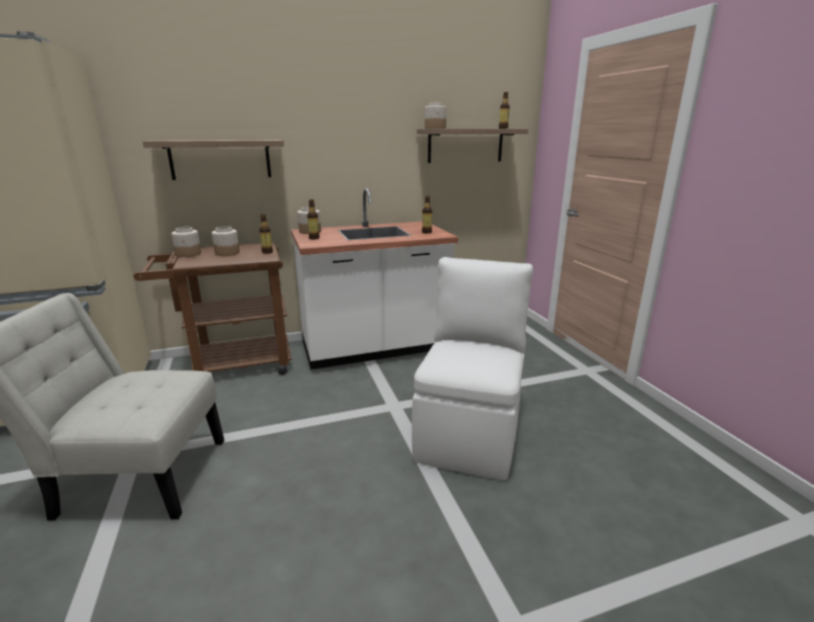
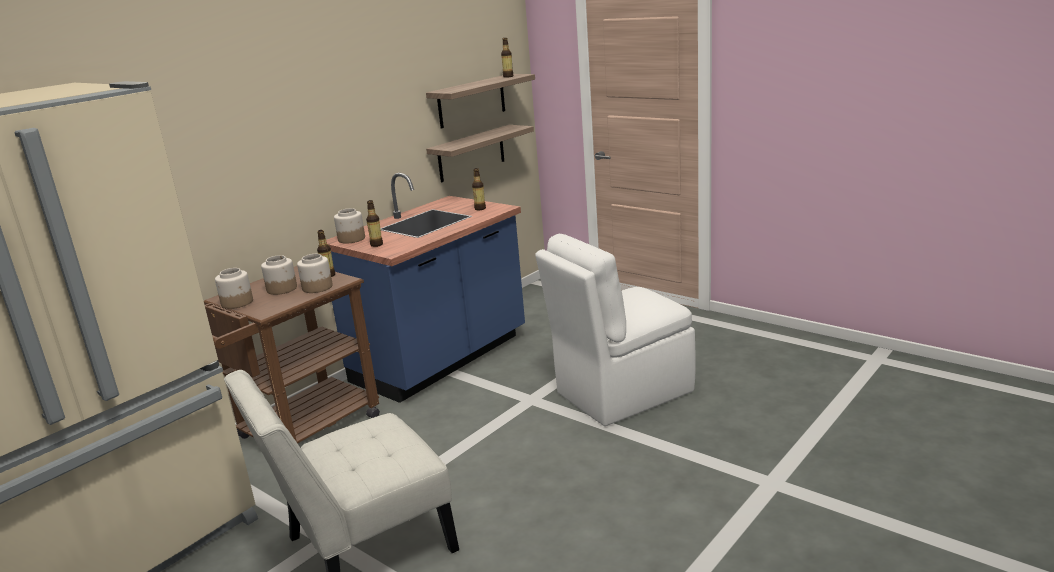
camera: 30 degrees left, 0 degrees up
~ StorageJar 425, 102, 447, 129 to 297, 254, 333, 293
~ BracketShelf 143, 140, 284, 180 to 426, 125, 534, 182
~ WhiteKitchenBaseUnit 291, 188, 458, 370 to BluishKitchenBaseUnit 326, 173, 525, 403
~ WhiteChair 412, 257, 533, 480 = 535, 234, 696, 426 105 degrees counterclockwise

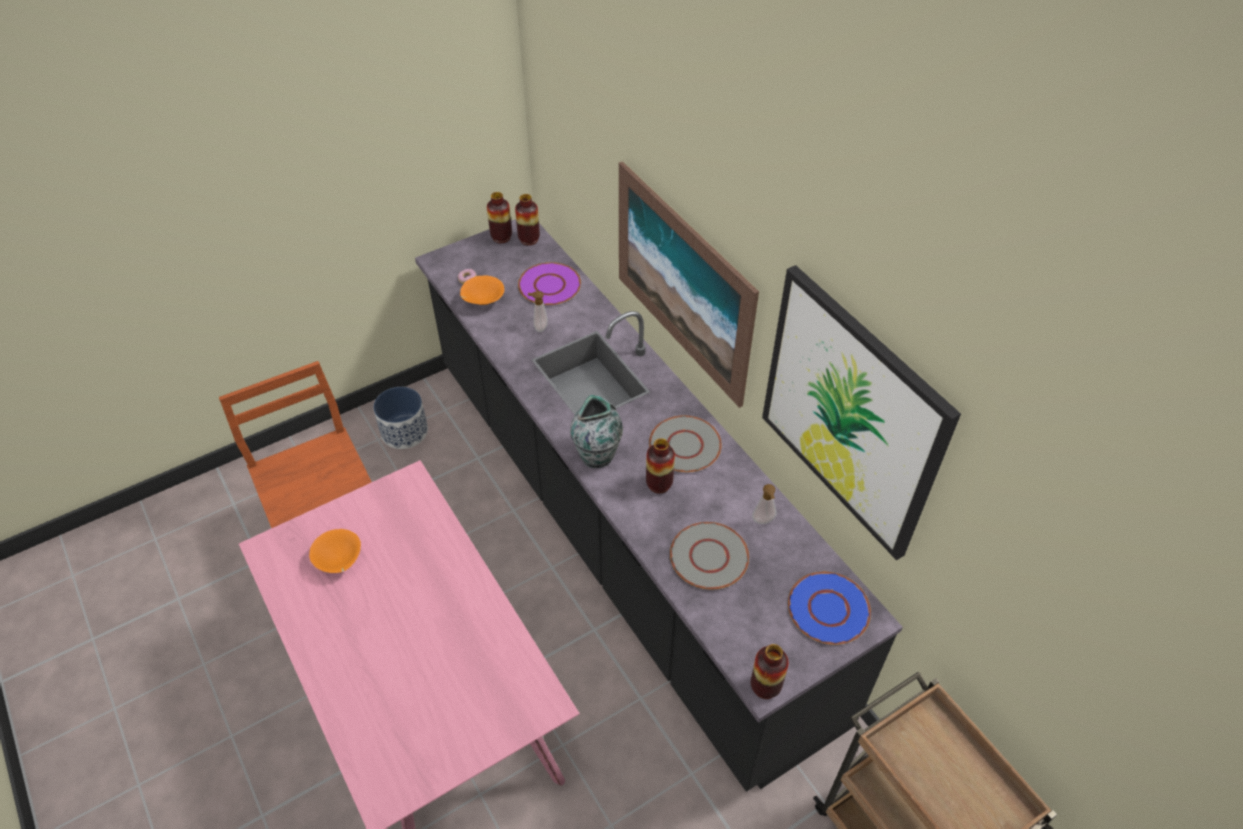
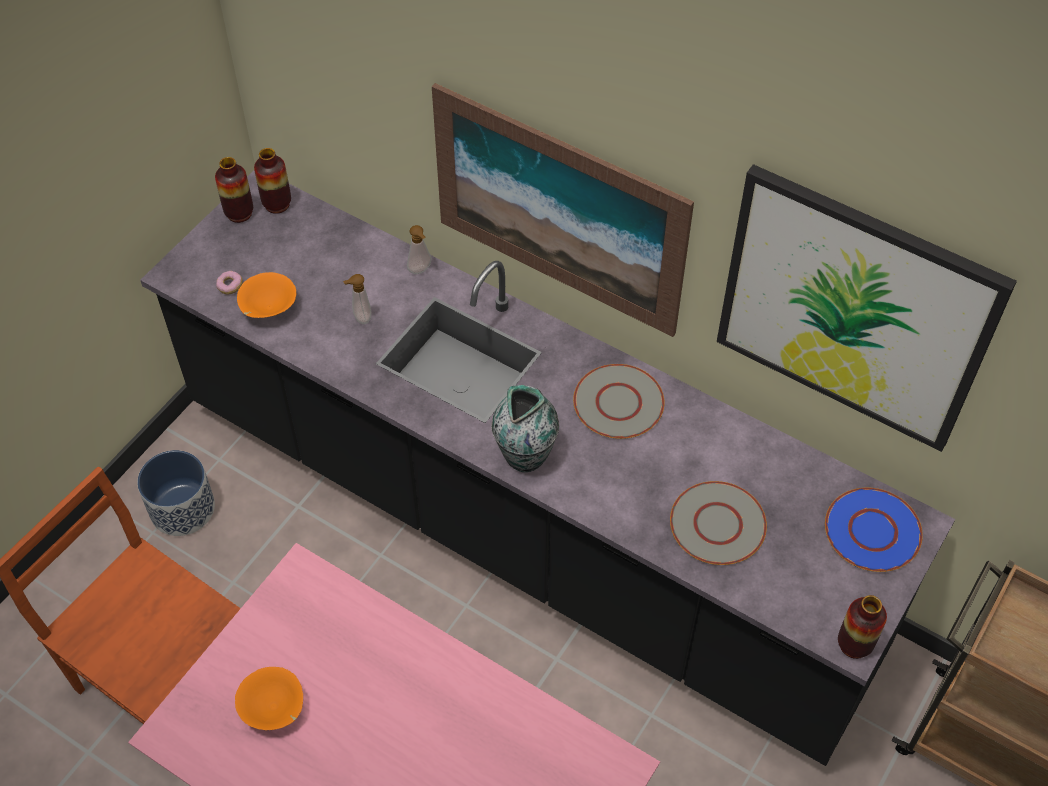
camera: 25 degrees left, 5 degrees up
- PurpleFlatDish 518, 262, 581, 305
- FlowerVase 646, 439, 675, 494
~ SoapDispenser 752, 484, 776, 524 to 407, 225, 432, 274

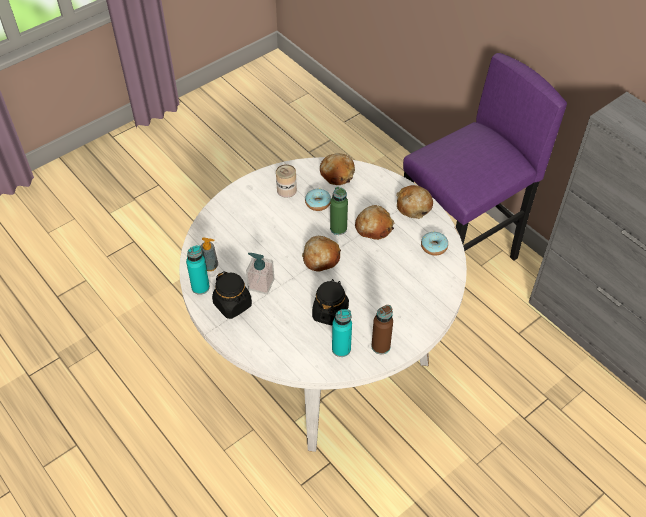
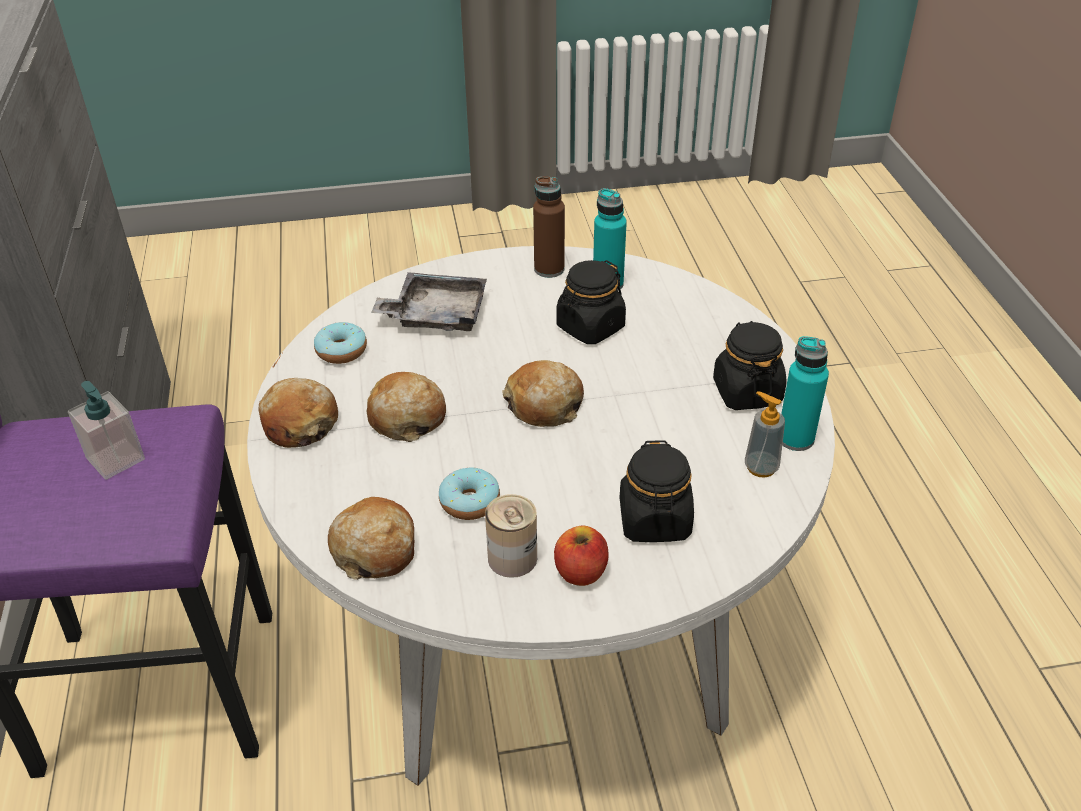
camera: 150 degrees left, 10 degrees down
- GreenishDrinkBottle 330, 187, 348, 235
~ SoapDispenser 246, 253, 274, 295 to 68, 381, 145, 480
+ GreyServingTray 371, 272, 487, 331
+ BlackishStorageJar 620, 440, 694, 542
+ WholeApple 554, 526, 609, 586

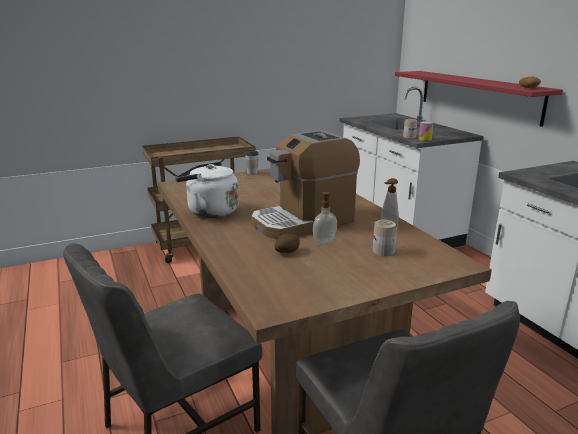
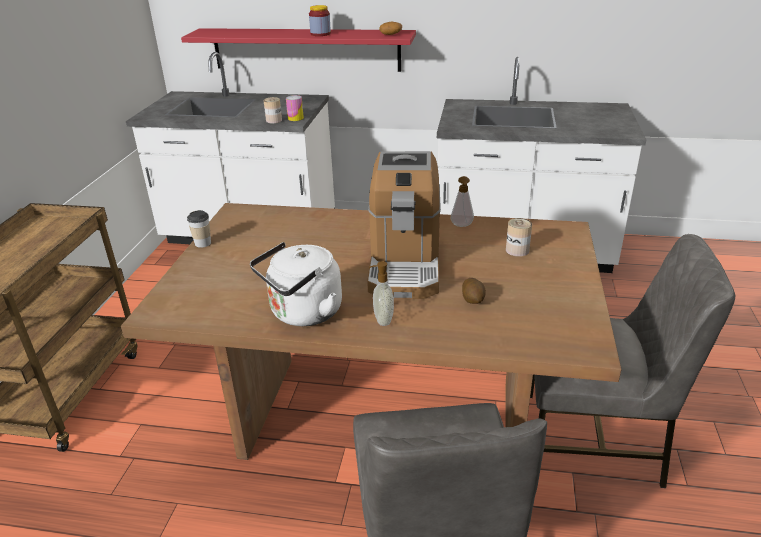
camera: 55 degrees left, 10 degrees up
~ SoapDispenser 313, 192, 337, 244 to 369, 261, 394, 326
+ StorageJar 309, 5, 331, 36

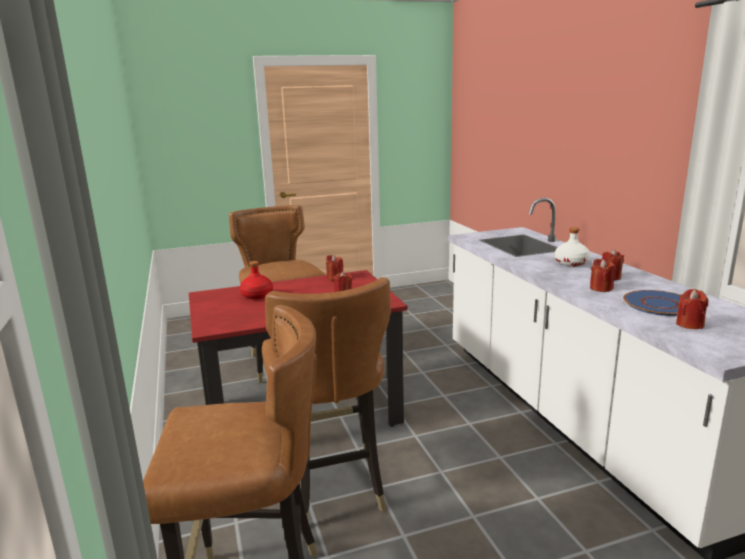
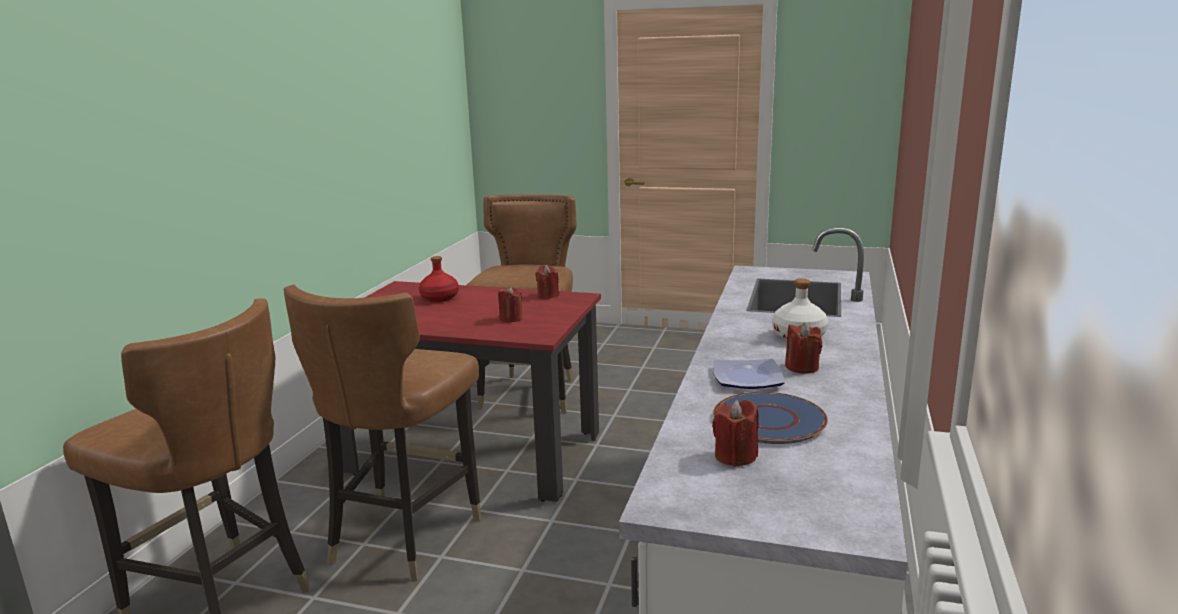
camera: 35 degrees right, 0 degrees up
~ ReddishCandle 590, 259, 615, 292 to FlatDish 713, 359, 785, 389

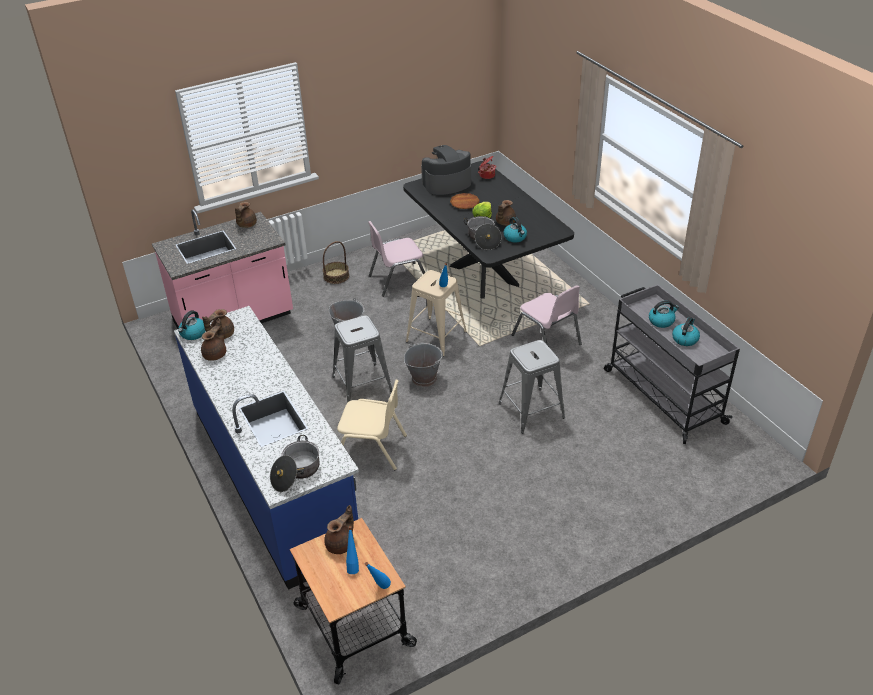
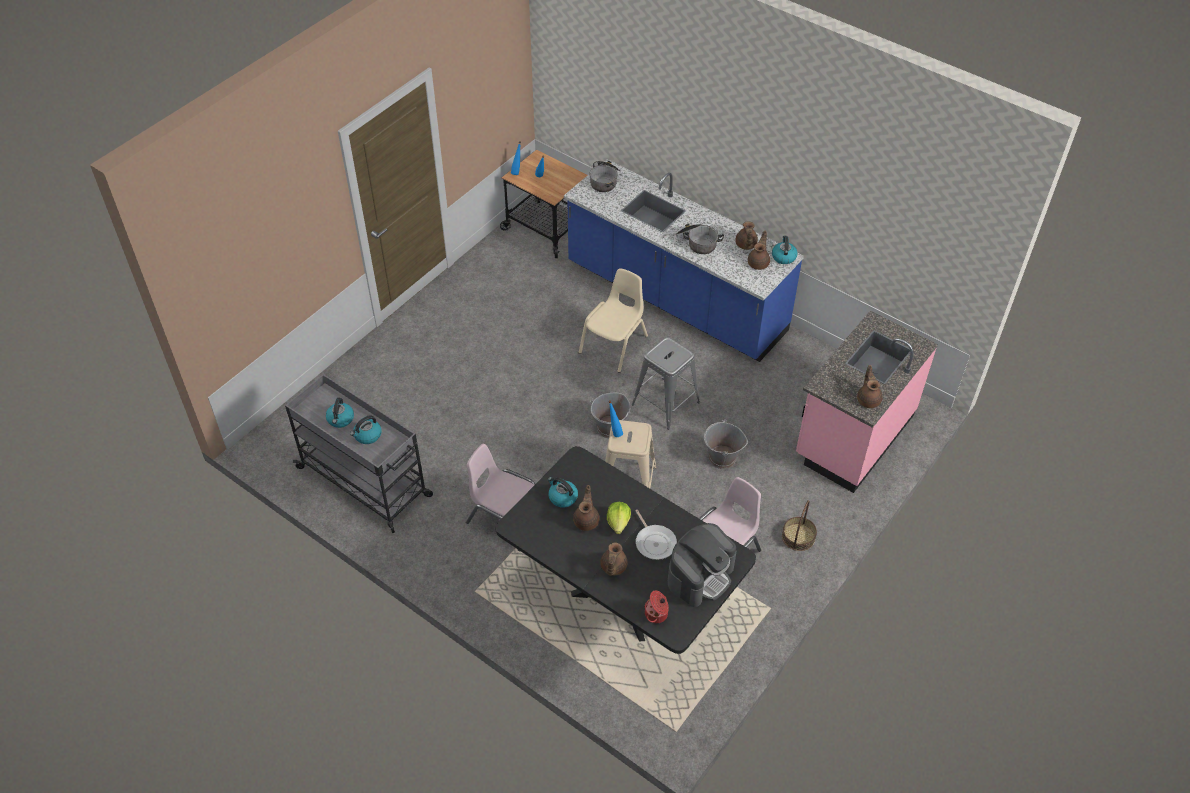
camera: 155 degrees right, 10 degrees up
~ BrownColouredFlatDish 450, 193, 480, 209 to Skillet 636, 510, 677, 560
~ Stockpot 464, 216, 501, 250 to 676, 224, 724, 254
- GreyStoolSeat 498, 340, 565, 434
~ SandColouredChair 337, 380, 407, 470 = 579, 268, 648, 373 135 degrees clockwise
~ BrownColouredTeapot 324, 505, 354, 554 to 600, 542, 628, 576

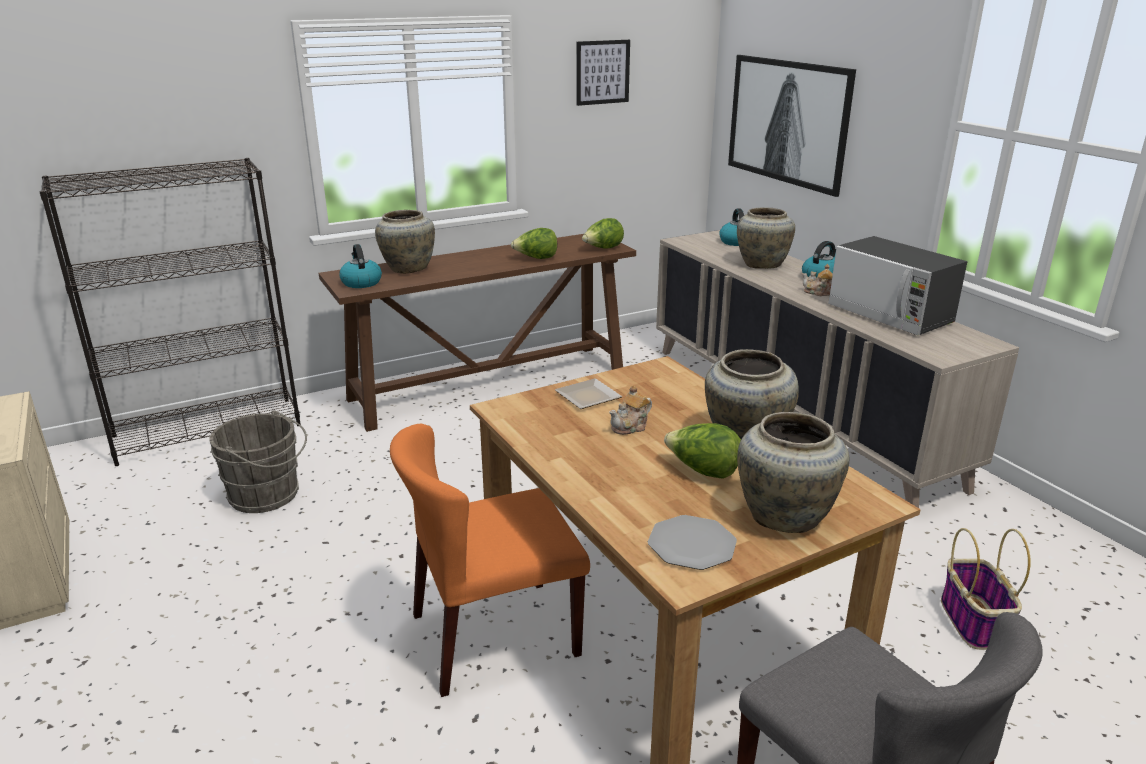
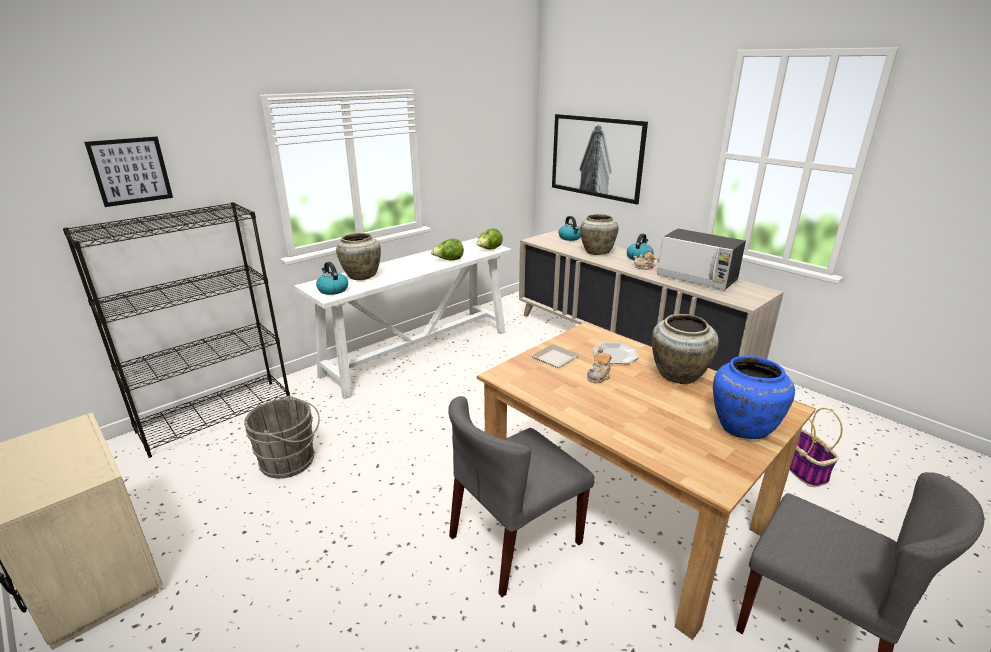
camera: 15 degrees left, 0 degrees up
~ Picture 576, 40, 630, 106 to 84, 137, 173, 207
~ BrownColouredConsoleTable 319, 234, 636, 432 to WhiteConsoleTable 294, 238, 512, 399
~ SandColouredFlowerVase 737, 412, 849, 533 to BluishFlowerVase 713, 356, 795, 439
- Lettuce 664, 423, 741, 479
~ OrangeyChair 390, 424, 590, 697 to GreyChair 448, 396, 595, 597
~ FlatDish 648, 515, 737, 570 to 593, 342, 639, 364

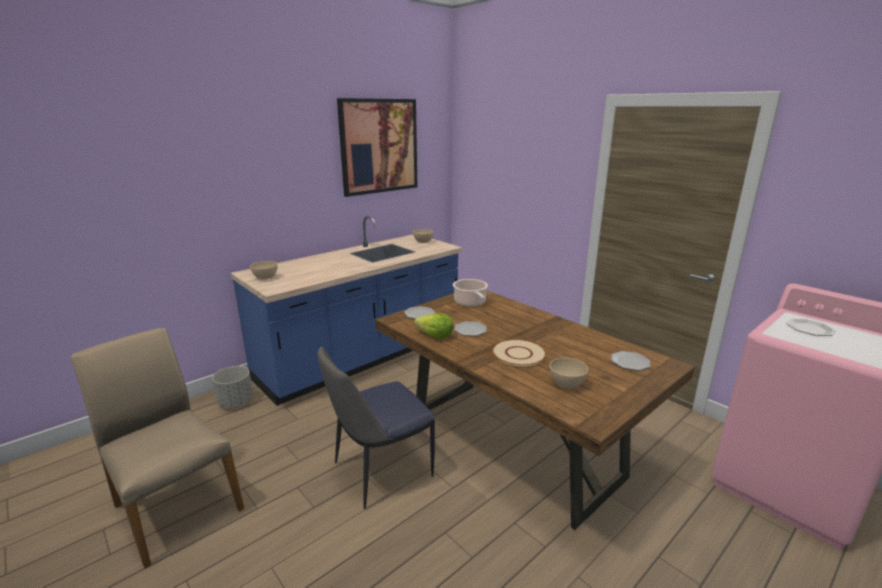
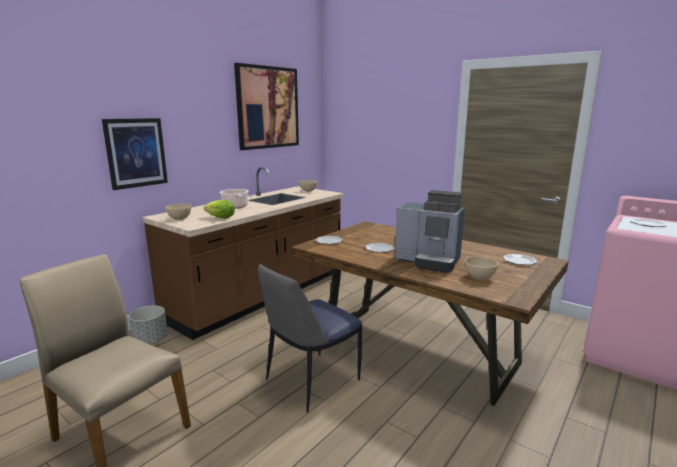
camera: 10 degrees left, 5 degrees down
~ BluishKitchenBaseUnit 231, 216, 462, 406 to BrownColouredKitchenBaseUnit 142, 167, 344, 340
~ Stockpot 453, 279, 488, 307 to 219, 189, 249, 209
~ Lettuce 414, 313, 453, 339 to 204, 200, 235, 219
~ SandColouredFlatDish 492, 339, 546, 366 to CoffeeBrewer 395, 190, 465, 273
+ Picture 102, 118, 168, 190

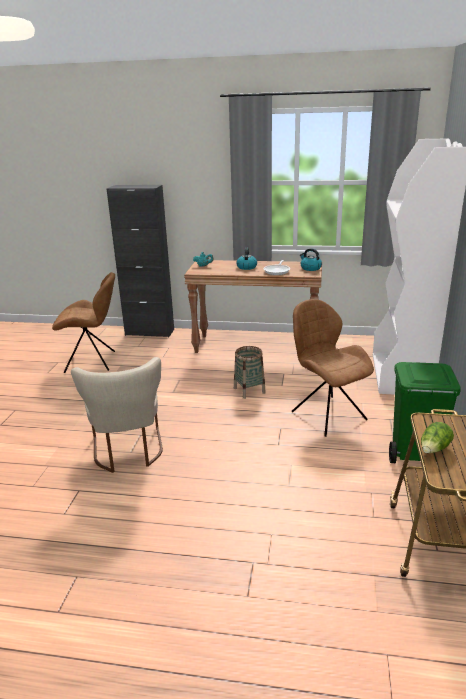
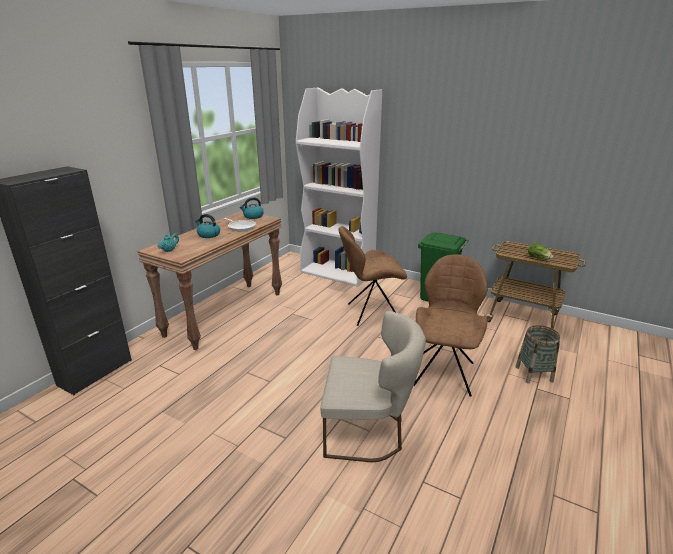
camera: 70 degrees left, 0 degrees up
~ BrownColouredChair 52, 272, 115, 373 to 414, 254, 488, 397
~ Basket 234, 346, 266, 399 to 516, 325, 560, 384

